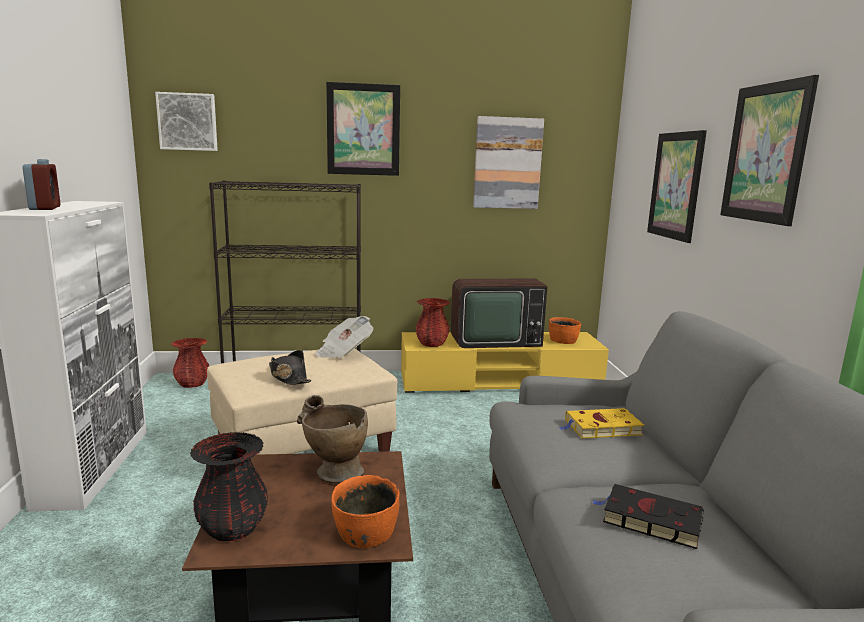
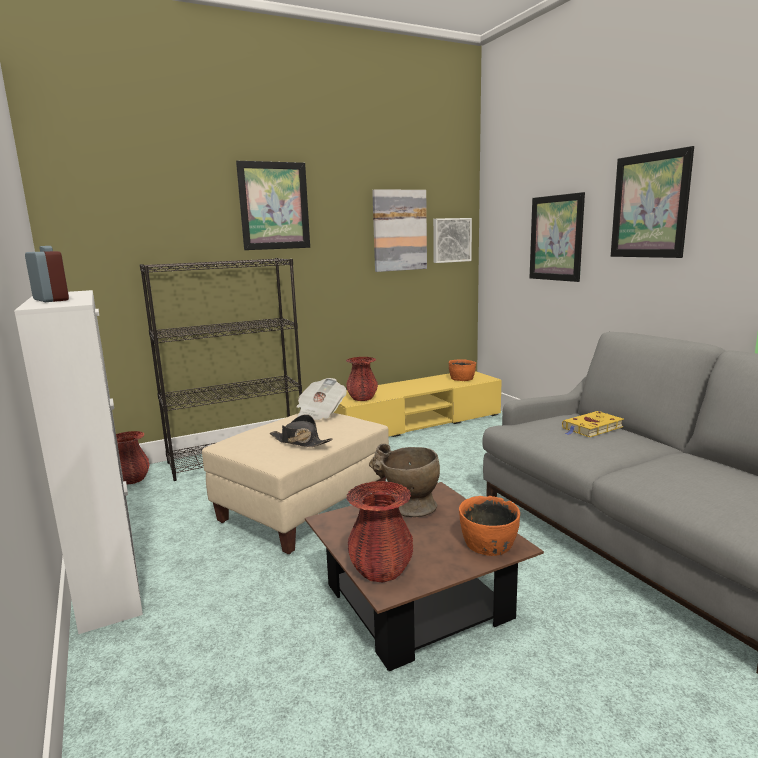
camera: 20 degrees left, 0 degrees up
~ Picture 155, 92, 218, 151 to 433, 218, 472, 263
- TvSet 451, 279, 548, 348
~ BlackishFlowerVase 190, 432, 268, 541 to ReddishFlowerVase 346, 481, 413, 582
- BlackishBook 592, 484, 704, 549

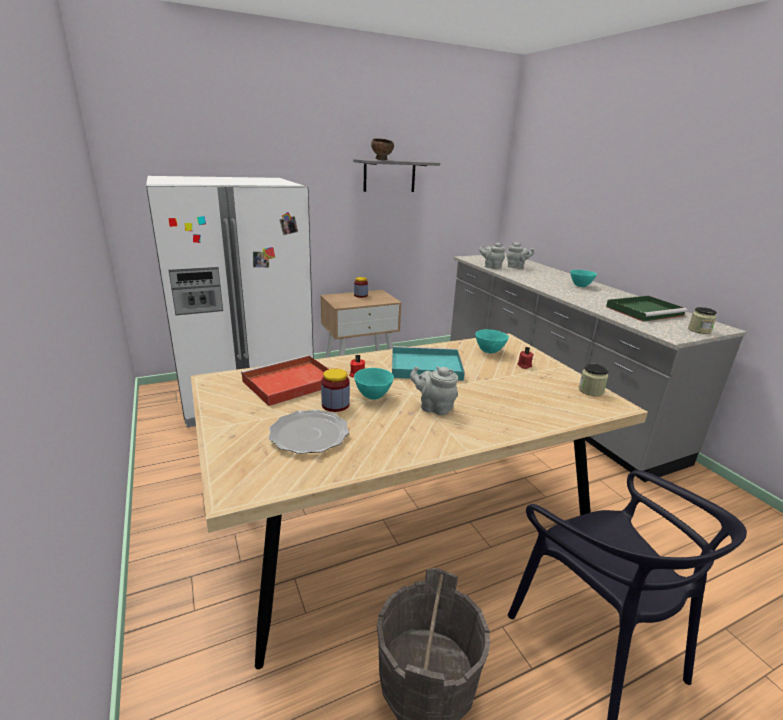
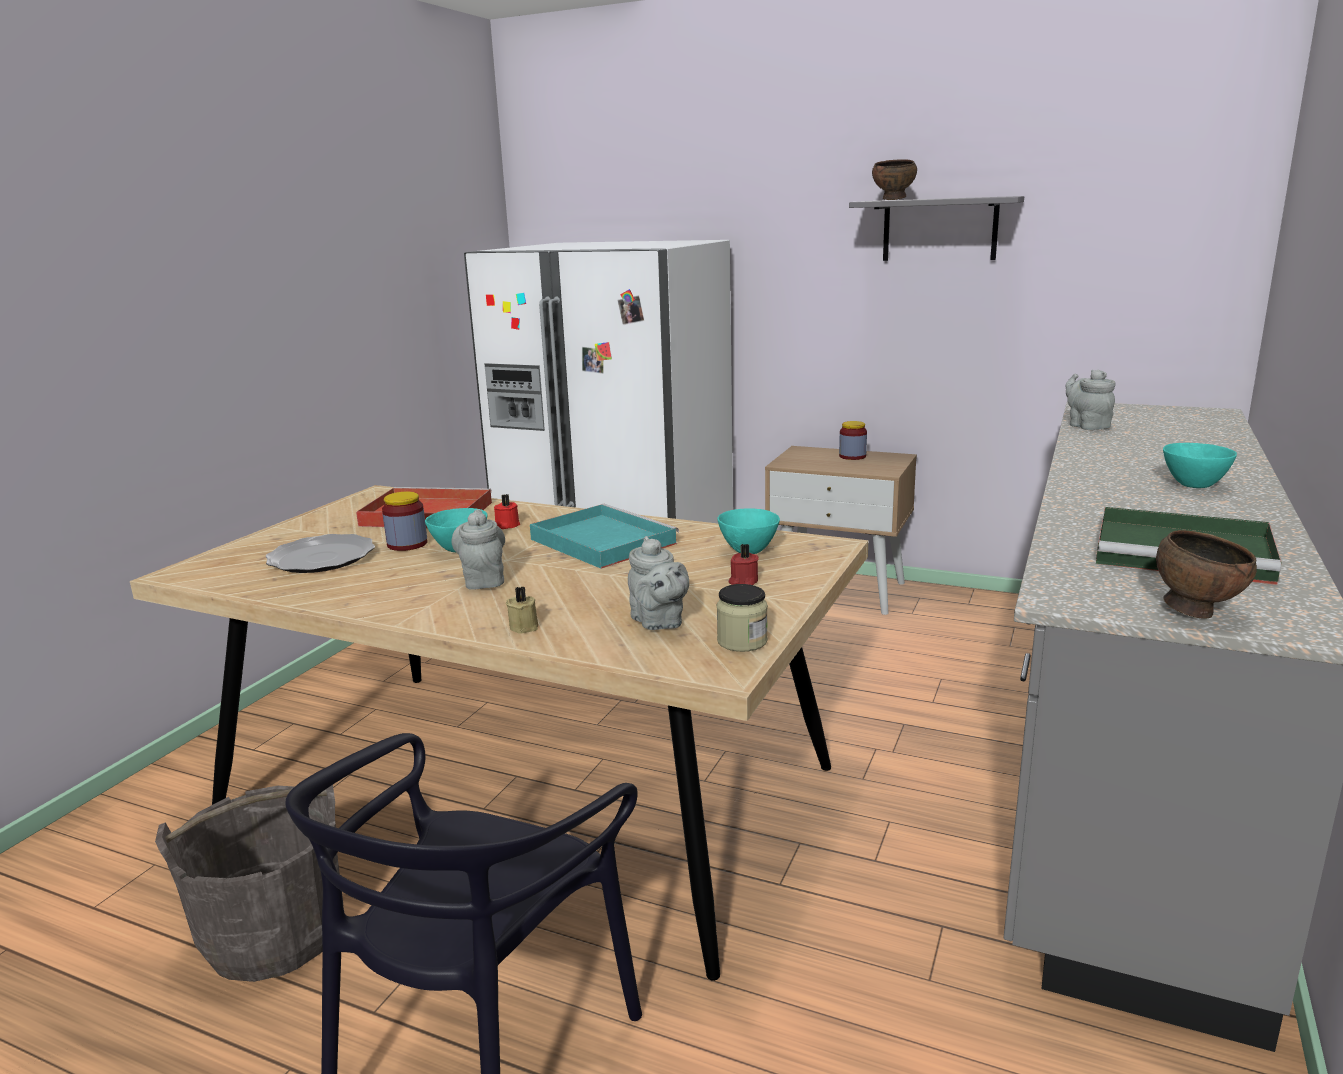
camera: 50 degrees right, 5 degrees down
~ GreyTeapot 507, 242, 534, 269 to 628, 536, 689, 630
~ StorageJar 688, 307, 717, 334 to BrownColouredBowl 1156, 530, 1257, 619
+ SandColouredCandle 506, 586, 538, 634

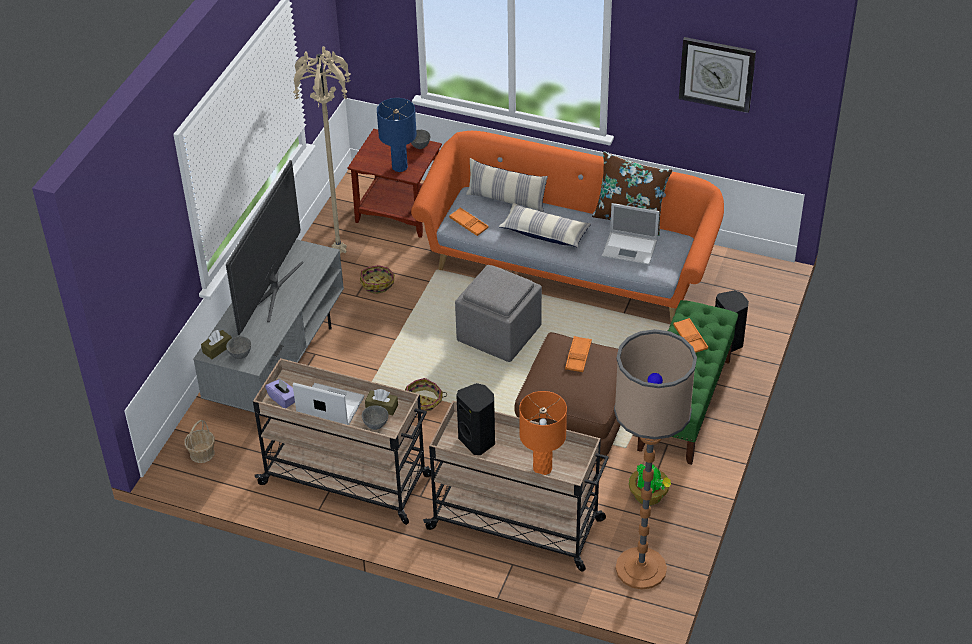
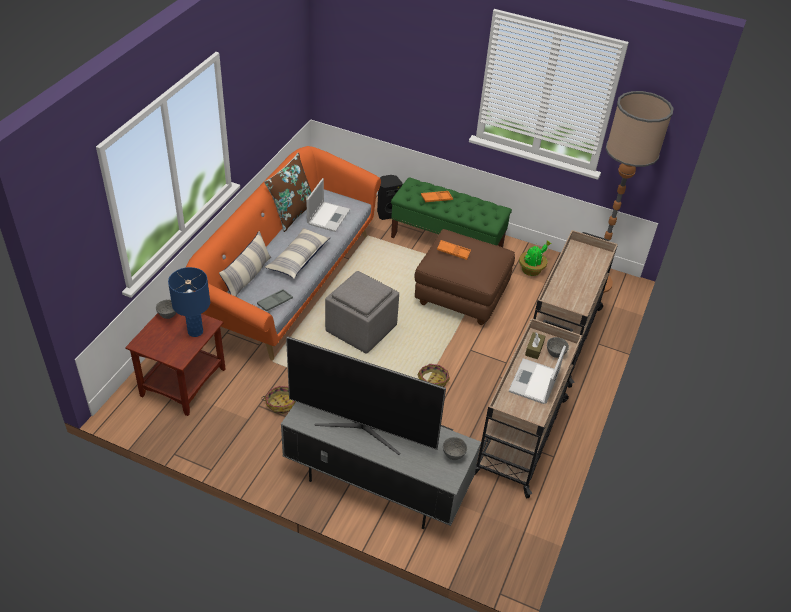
camera: 90 degrees left, 0 degrees up
- HangingClock 679, 37, 756, 113
- SandColouredFloorLamp 293, 47, 351, 254
~ OrangeyServingTray 449, 207, 489, 236 to GreyServingTray 257, 289, 293, 312
- BrownColouredTissueBox 201, 330, 232, 359
- PurpleTissueBox 265, 379, 295, 408
- BlackishAudioSpeaker 456, 383, 495, 455
- OrangeyLampForATable 519, 391, 567, 475
- Basket 184, 420, 215, 463

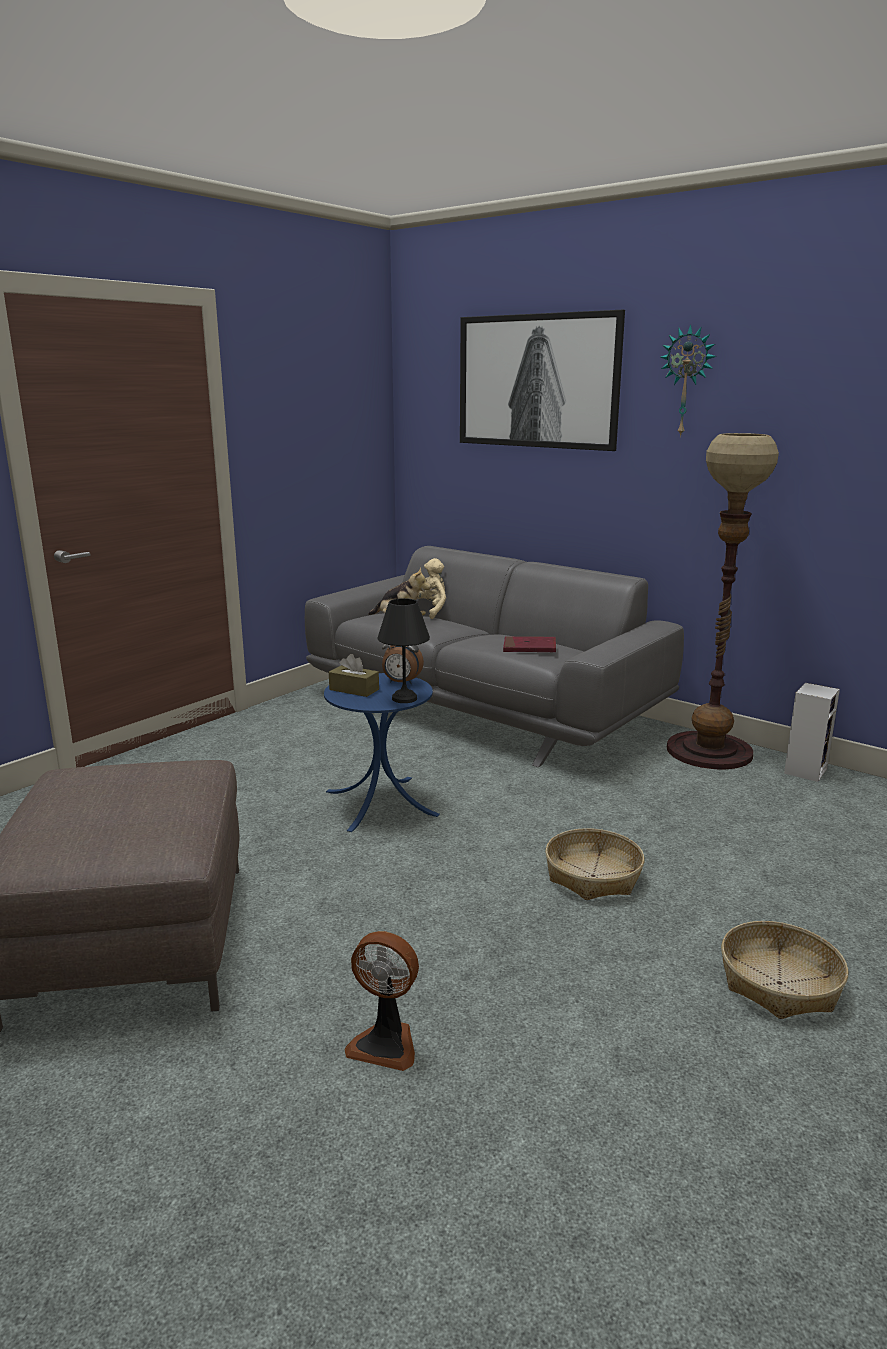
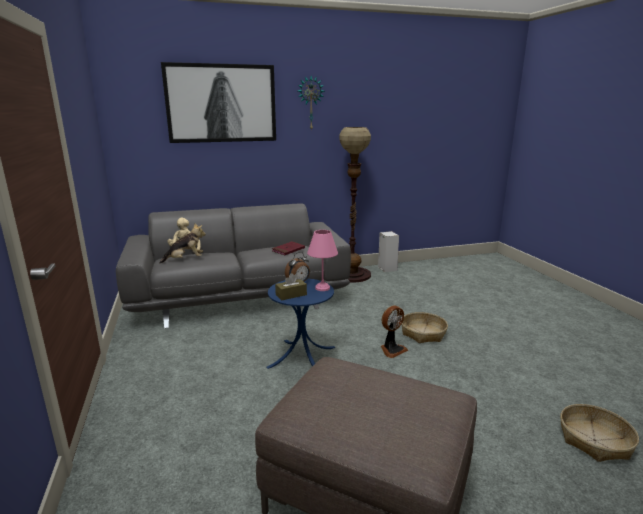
camera: 55 degrees left, 0 degrees up
~ BlackishLampForATable 377, 598, 430, 703 to PinkishLampForATable 307, 230, 338, 291
~ Basket 721, 921, 848, 1019 to 560, 404, 639, 462
~ Fan 345, 931, 419, 1071 to 381, 306, 408, 358

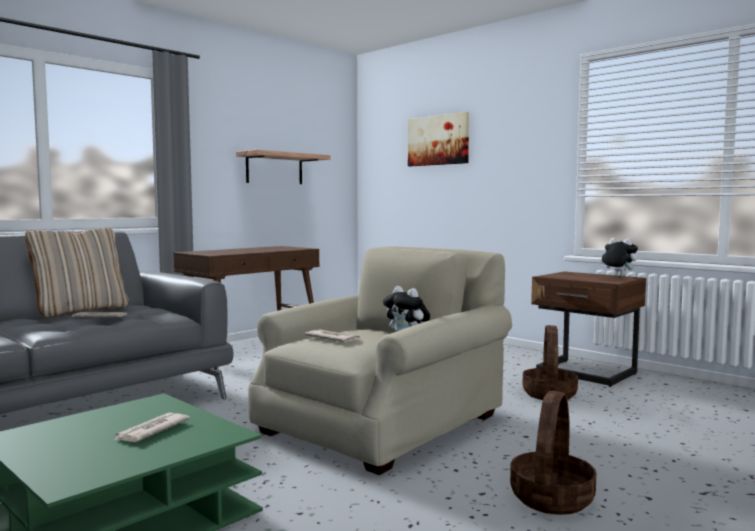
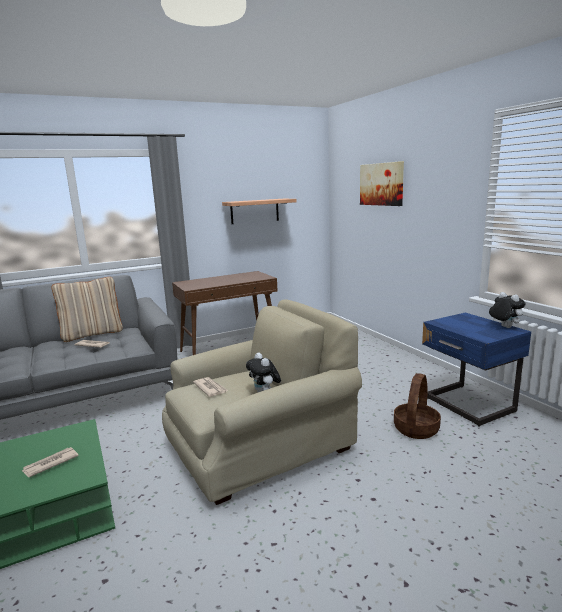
camera: 20 degrees right, 10 degrees up
~ BrownColouredNightTable 531, 272, 646, 387 to BluishNightTable 422, 313, 531, 427
- Basket 510, 391, 596, 515

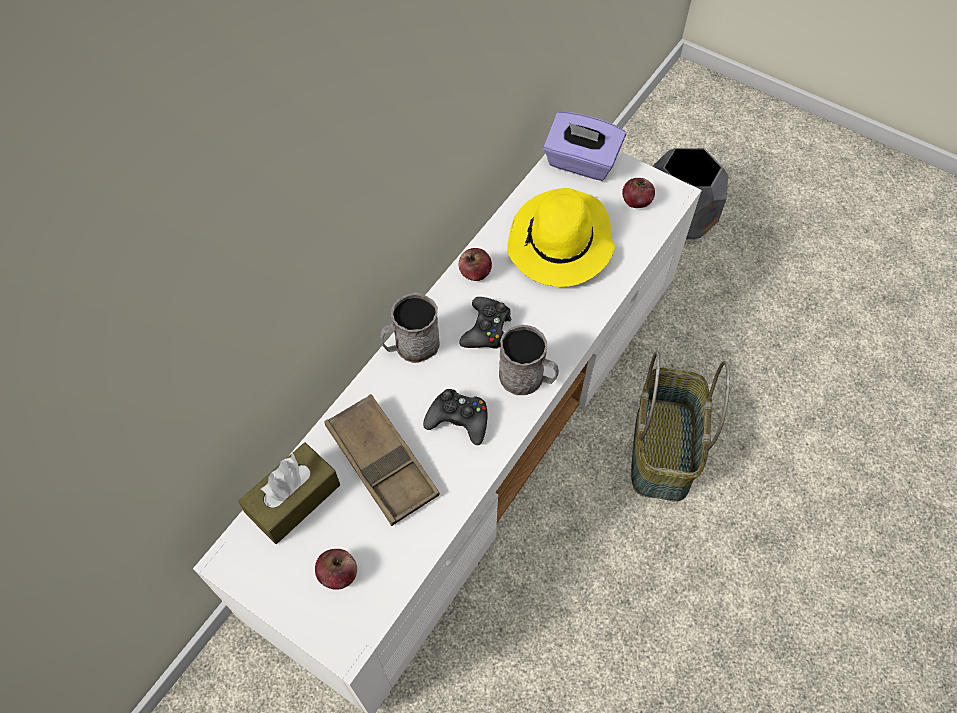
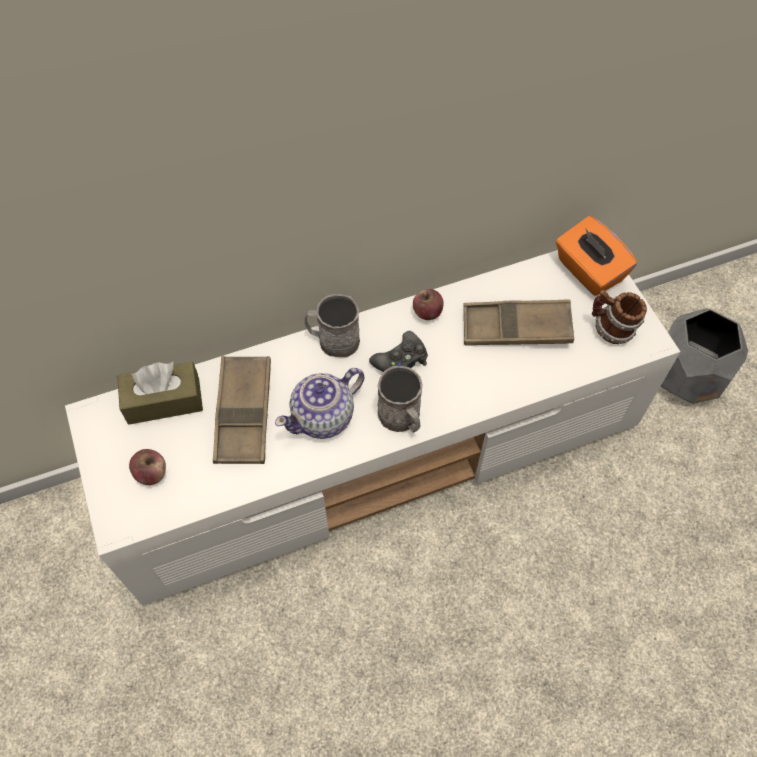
camera: 35 degrees right, 0 degrees up
~ PurpleTissueBox 543, 112, 626, 181 to OrangeyTissueBox 556, 216, 637, 296
~ WholeApple 622, 178, 655, 208 to Mug 592, 290, 647, 344
~ YellowishHat 507, 188, 615, 287 to BrownColouredServingTray 463, 299, 574, 346
- Basket 631, 351, 730, 502
~ BlackishGamepad 423, 389, 487, 445 to Teapot 275, 368, 365, 439

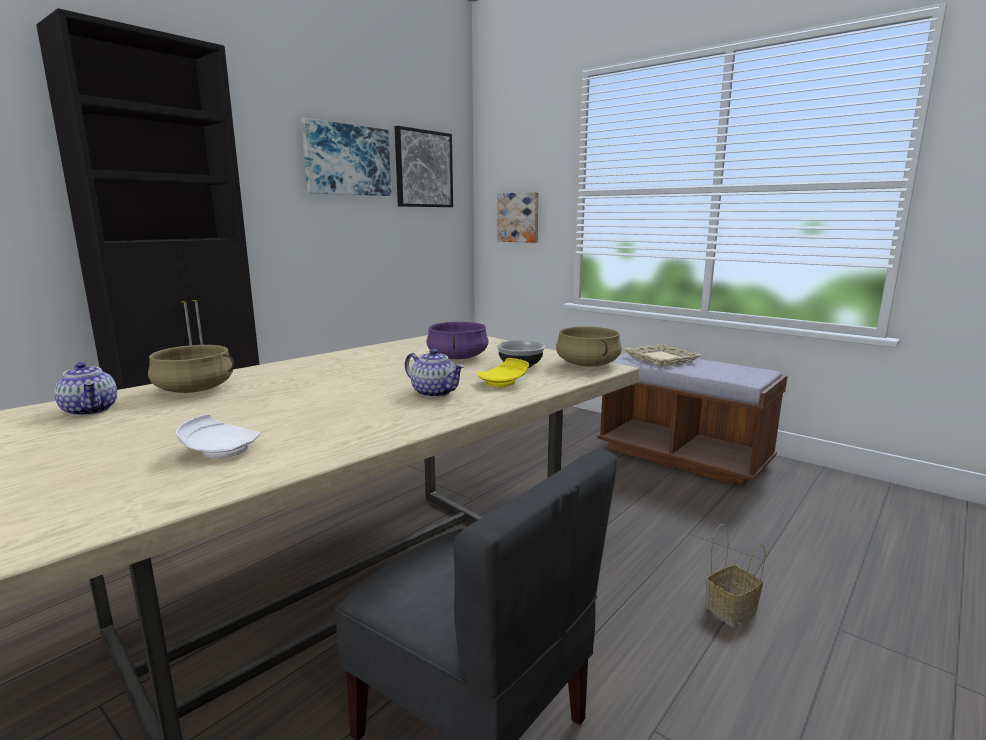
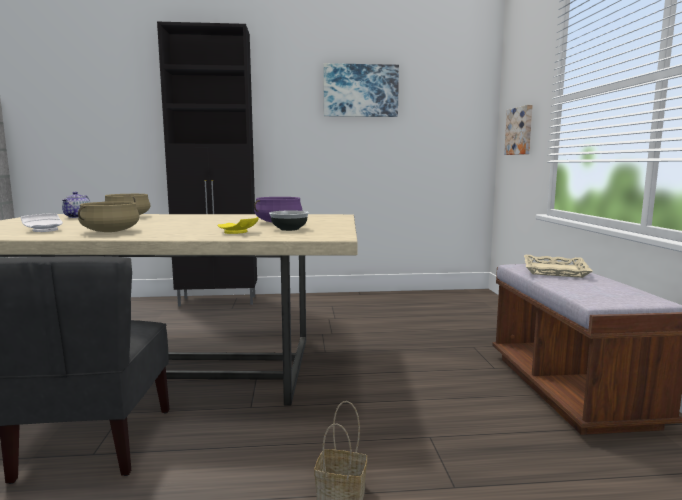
camera: 45 degrees right, 5 degrees down
- Picture 395, 126, 453, 207
~ SandColouredStockpot 556, 327, 622, 366 to 78, 201, 139, 232
- Teapot 405, 349, 465, 398

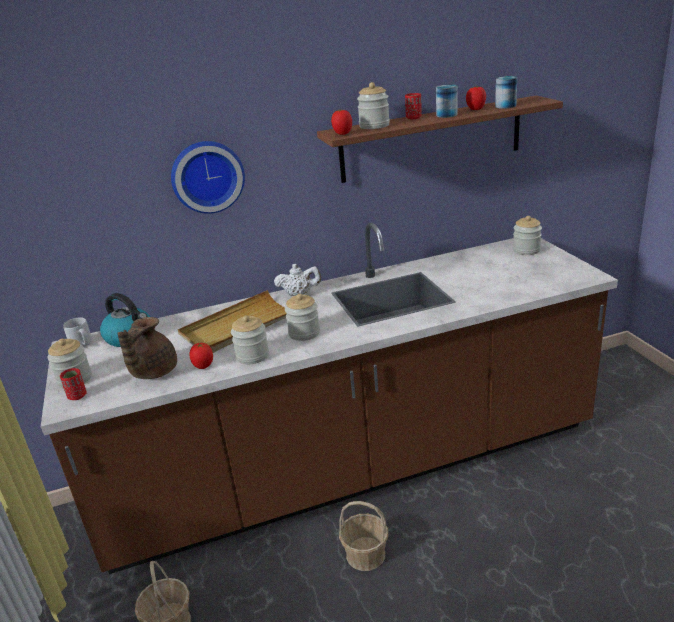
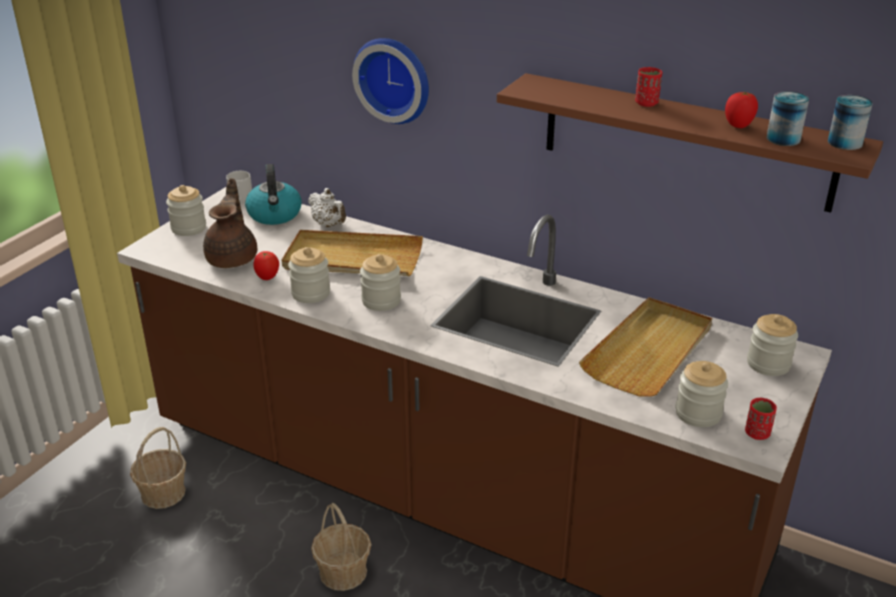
camera: 45 degrees right, 5 degrees up
~ StorageJar 357, 82, 390, 129 to 676, 361, 728, 427
~ SealedCan 436, 84, 457, 118 to 828, 95, 873, 150
- FreshTomato 331, 109, 352, 135
~ WhiteTeapot 274, 264, 321, 296 to 308, 188, 346, 227
~ BrownColouredTeapot 117, 317, 177, 379 = 203, 178, 258, 268 120 degrees clockwise
~ ReddishCup 60, 368, 87, 400 to 745, 398, 777, 440
+ SandColouredServingTray 579, 297, 712, 397

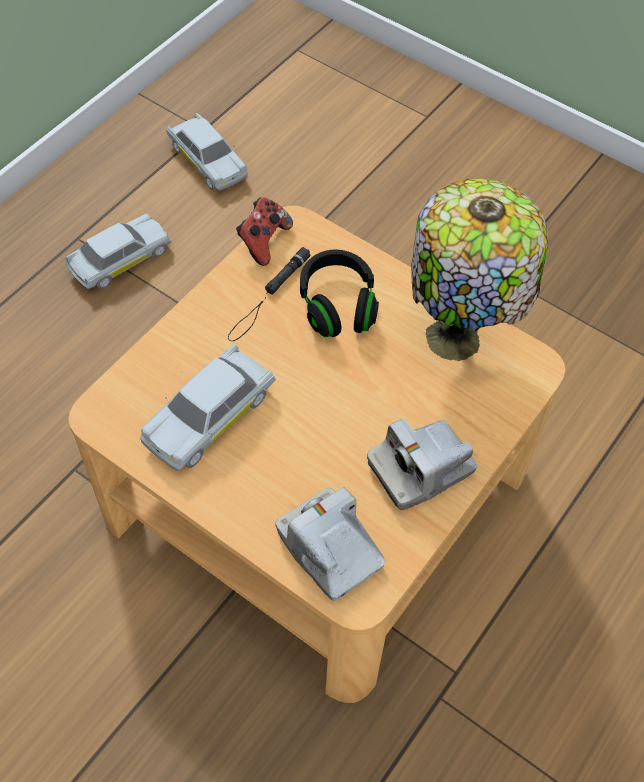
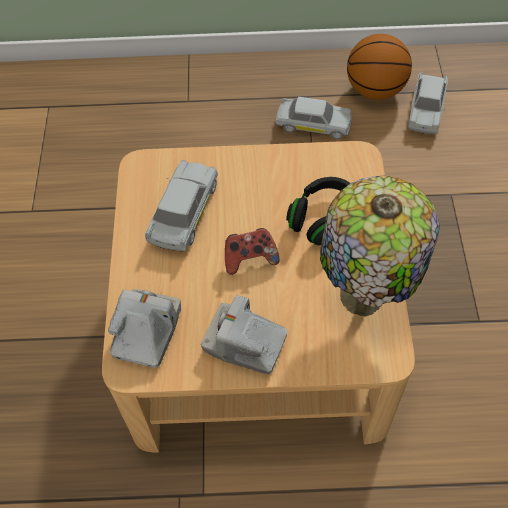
camera: 55 degrees right, 0 degrees up
~ Gamepad 236, 197, 293, 266 to 225, 228, 280, 275
- BlackishTorch 228, 247, 311, 341
~ WhiteMiniatureCar 140, 344, 276, 471 = 145, 160, 218, 251 105 degrees clockwise
+ BallForBasketball 347, 34, 412, 100

